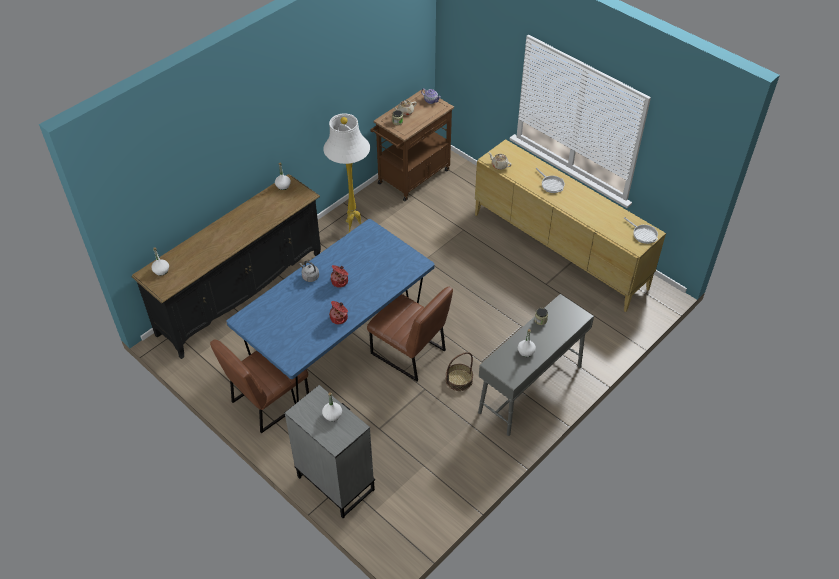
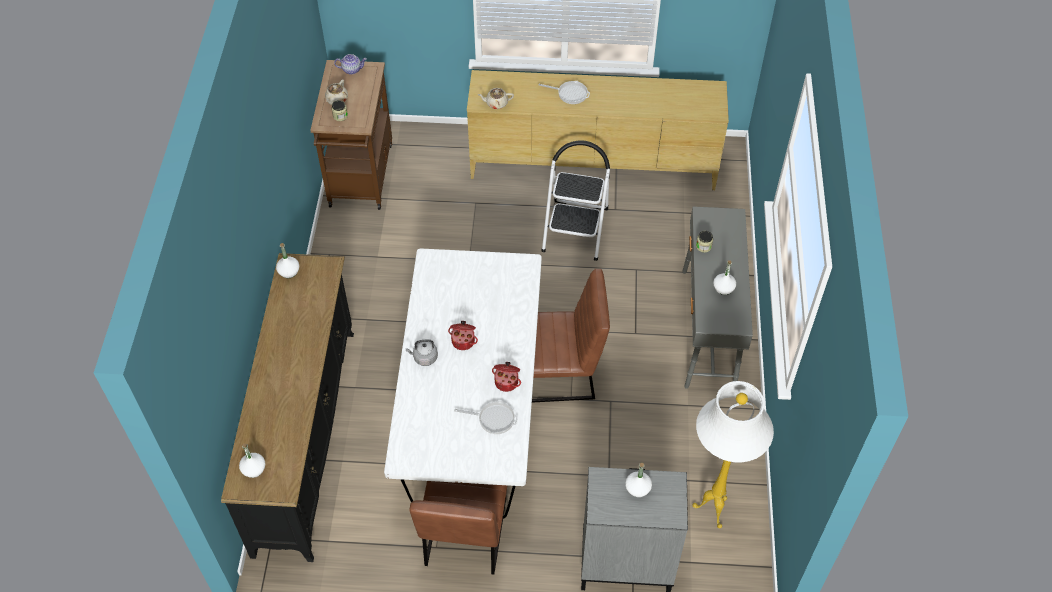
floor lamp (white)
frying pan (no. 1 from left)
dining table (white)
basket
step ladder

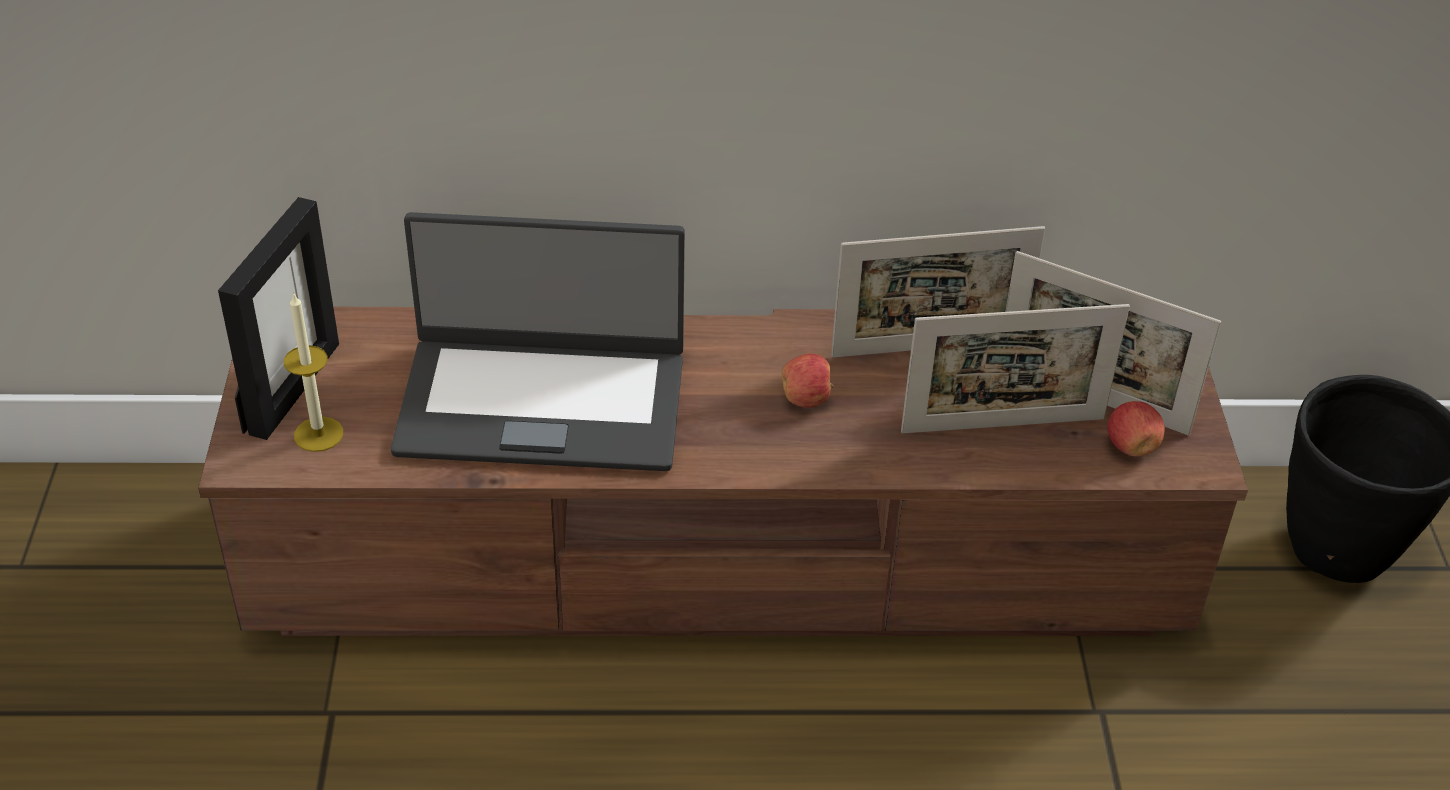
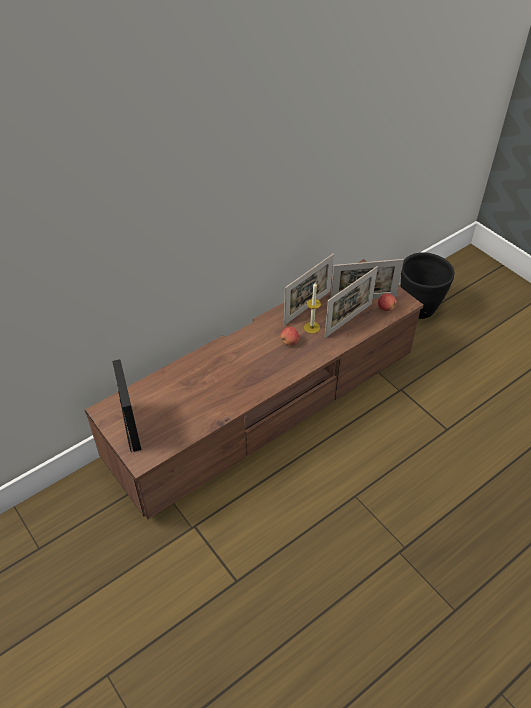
laptop
candle

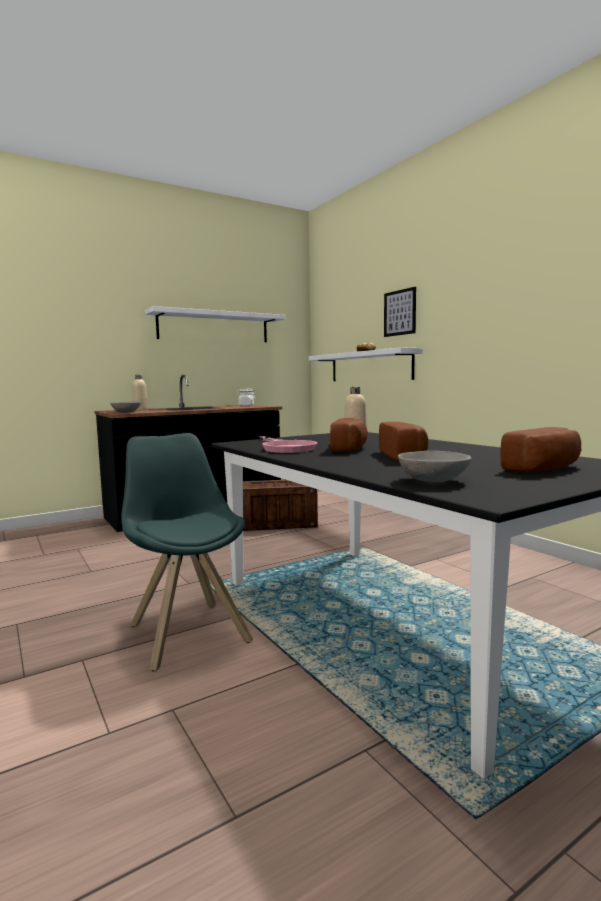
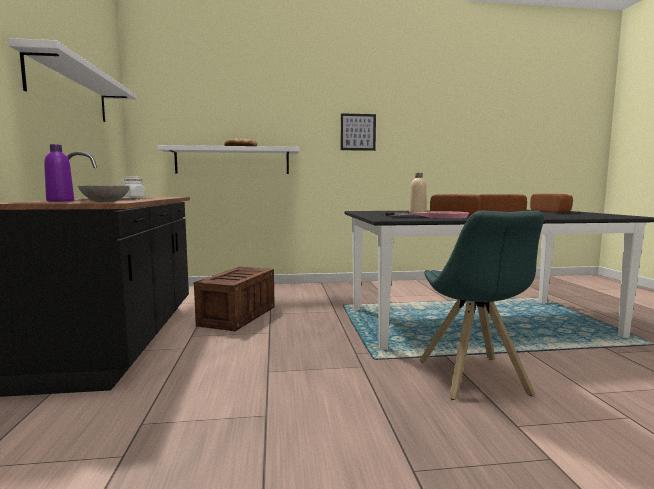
picture
bottle (purple)
chair (turquoise)
bowl (grey) (no. 2 from left in the first image)

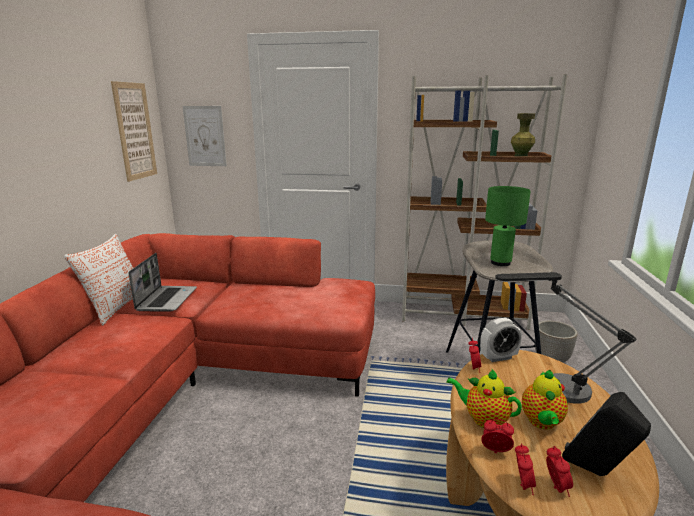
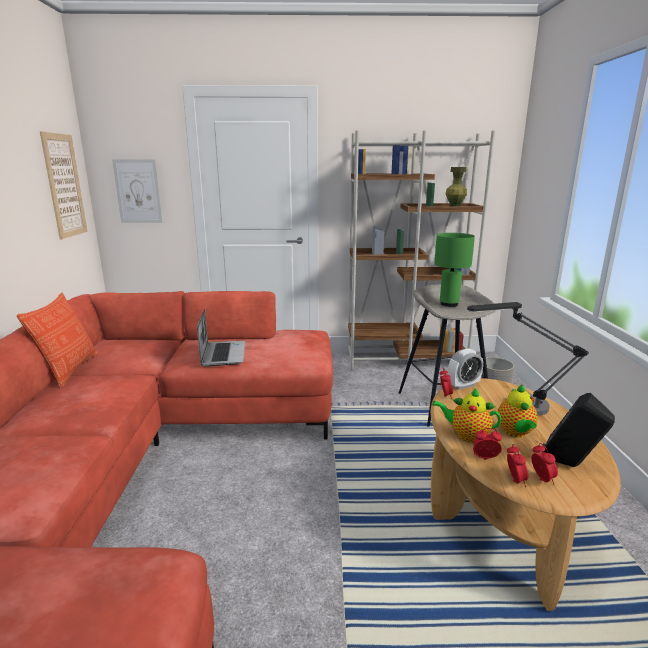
pillow (orange)
laptop

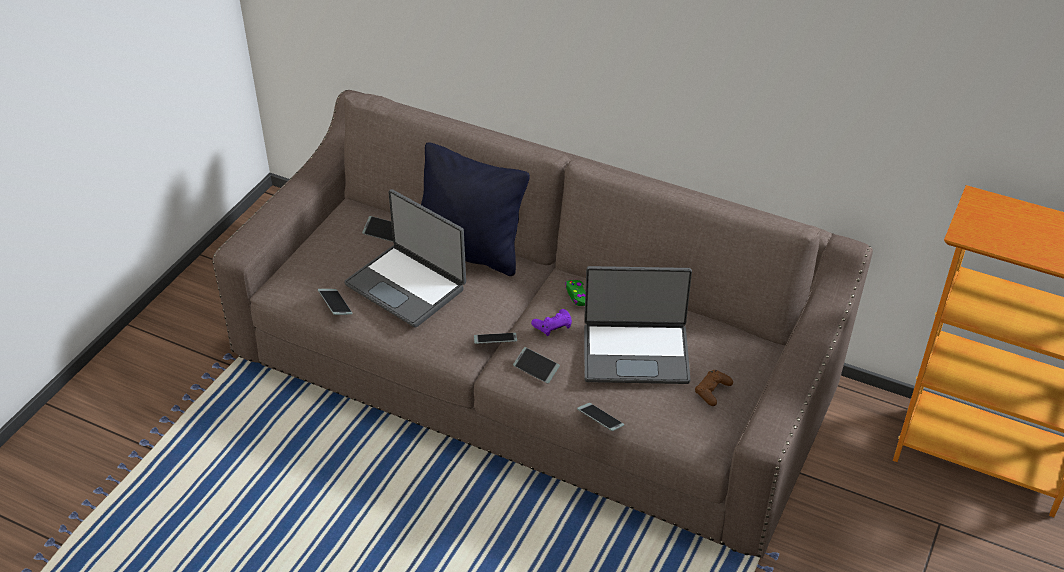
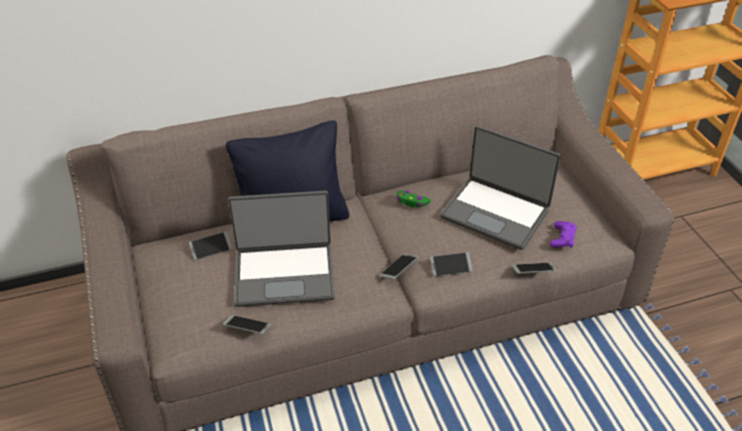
laptop (no. 2 from left)
game controller (purple)
game controller (brown)

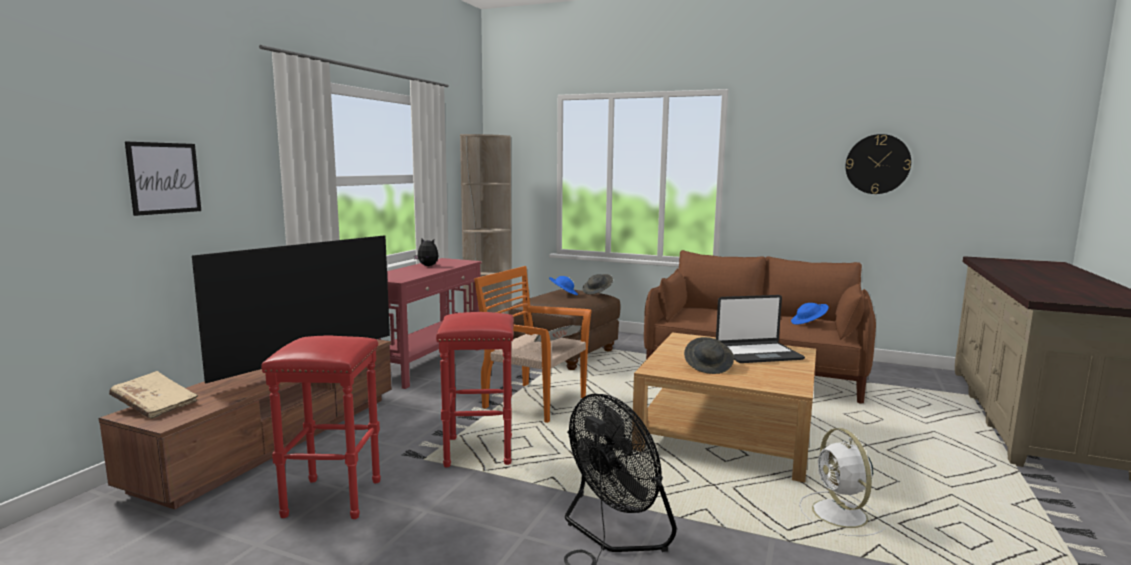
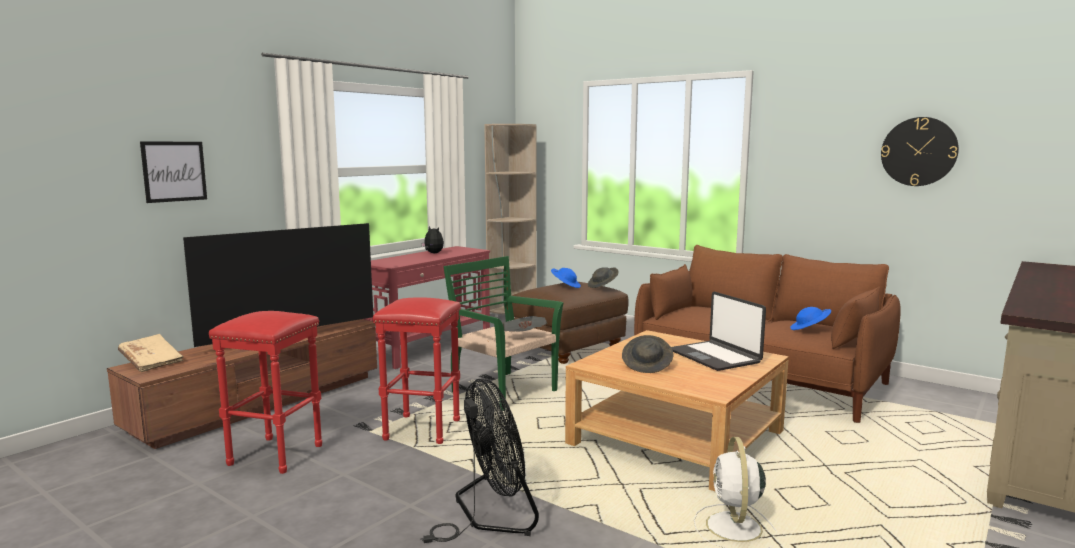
armchair (green)
laptop

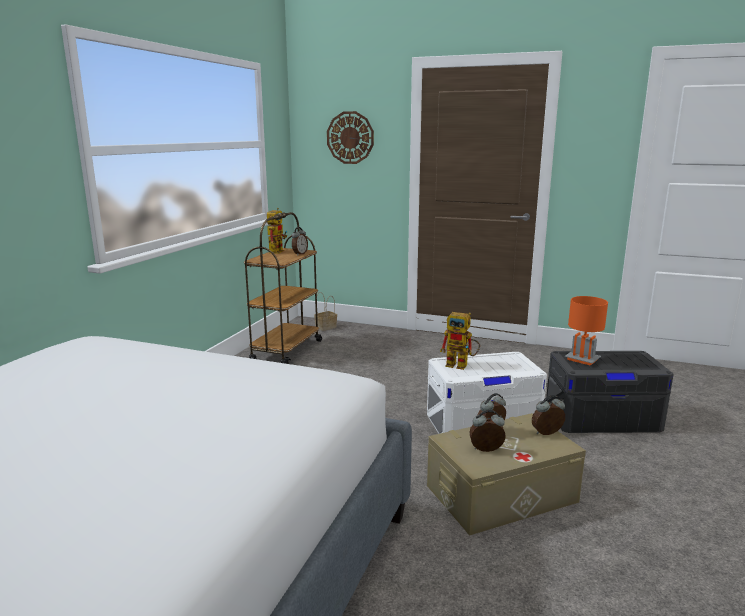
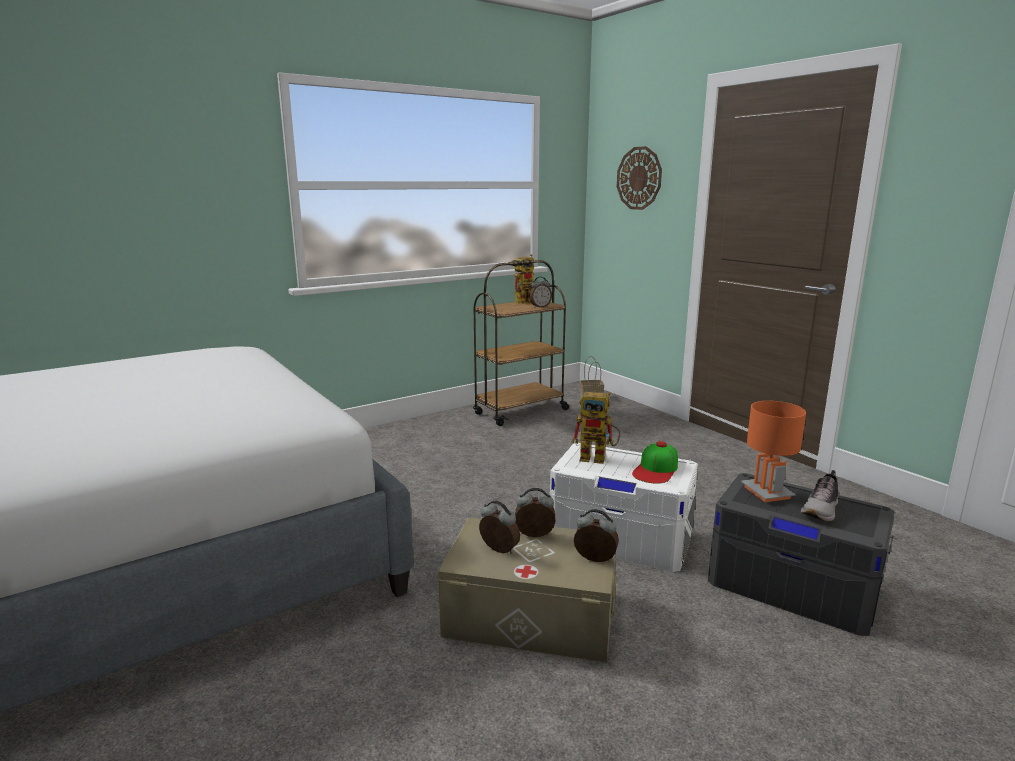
toy robot (no. 2 from left)
cap
shoe

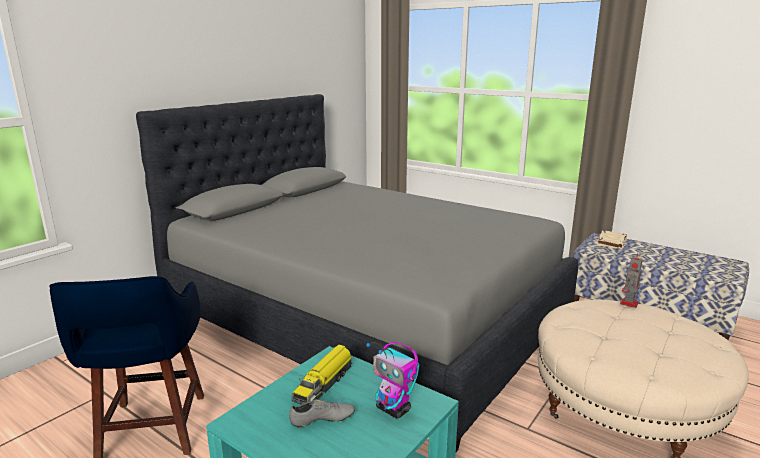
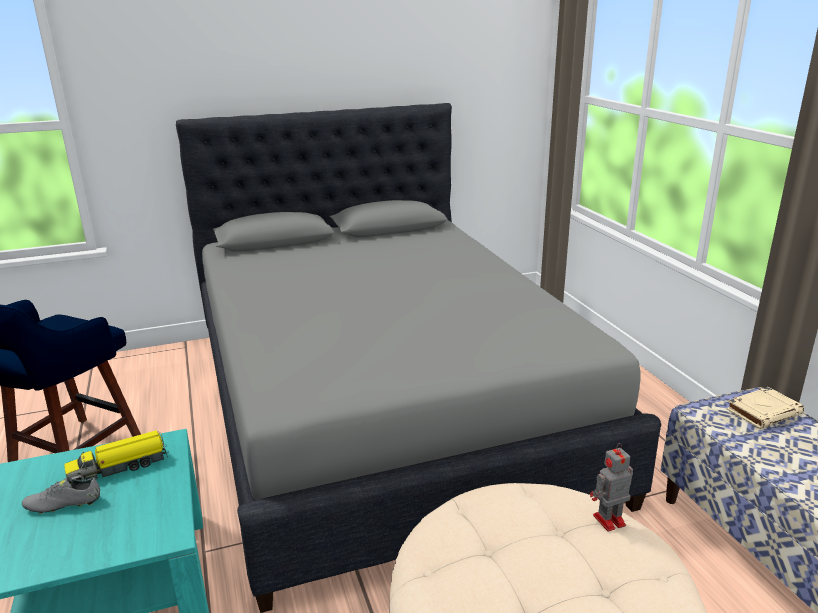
toy robot (no. 1 from left in the first image)
shoe (grey)

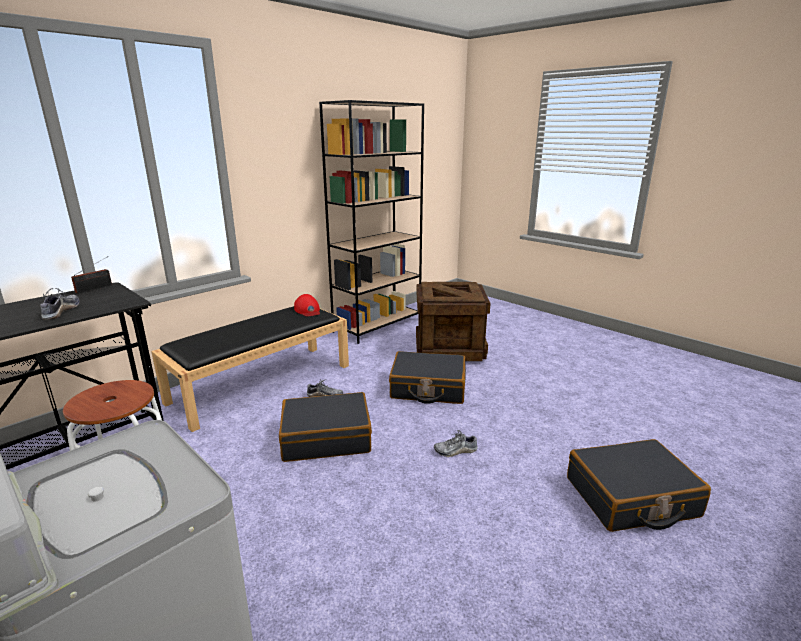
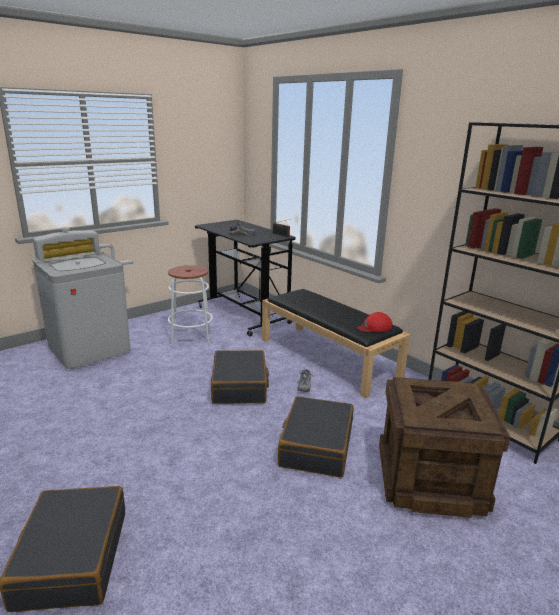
shoe (no. 3 from left in the first image)

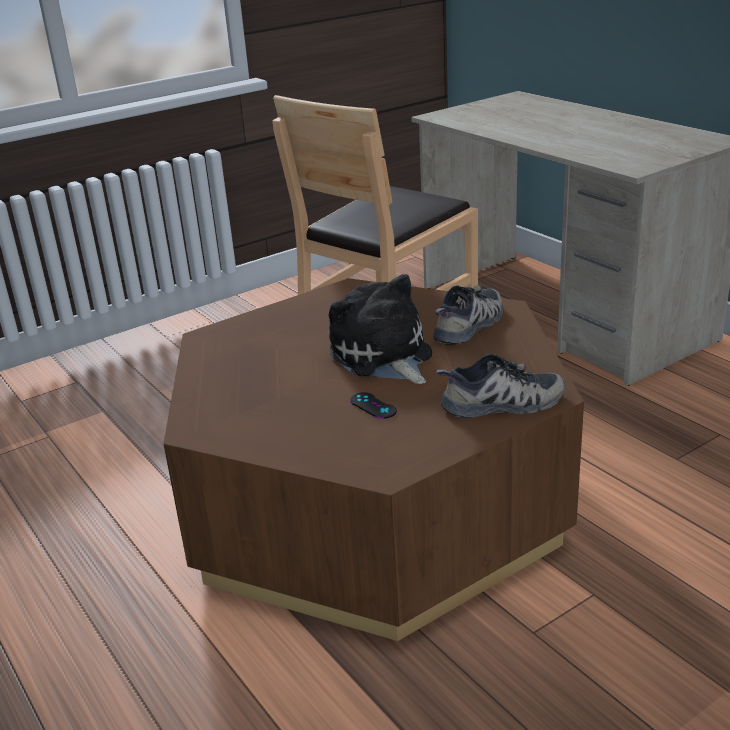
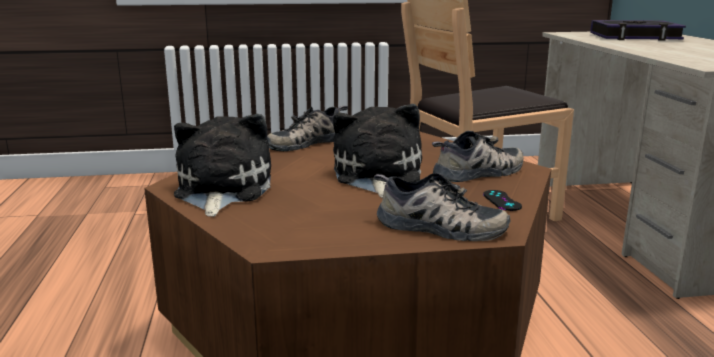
game controller (black)
book
shoe (no. 1 from left)
plush toy (no. 1 from left)

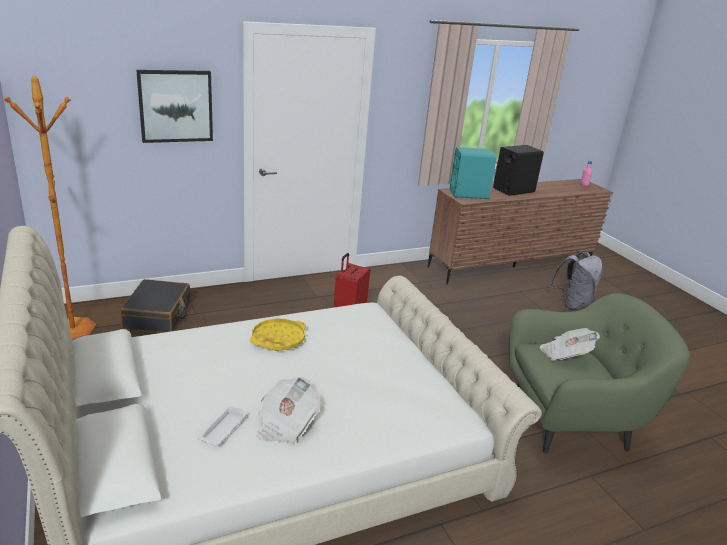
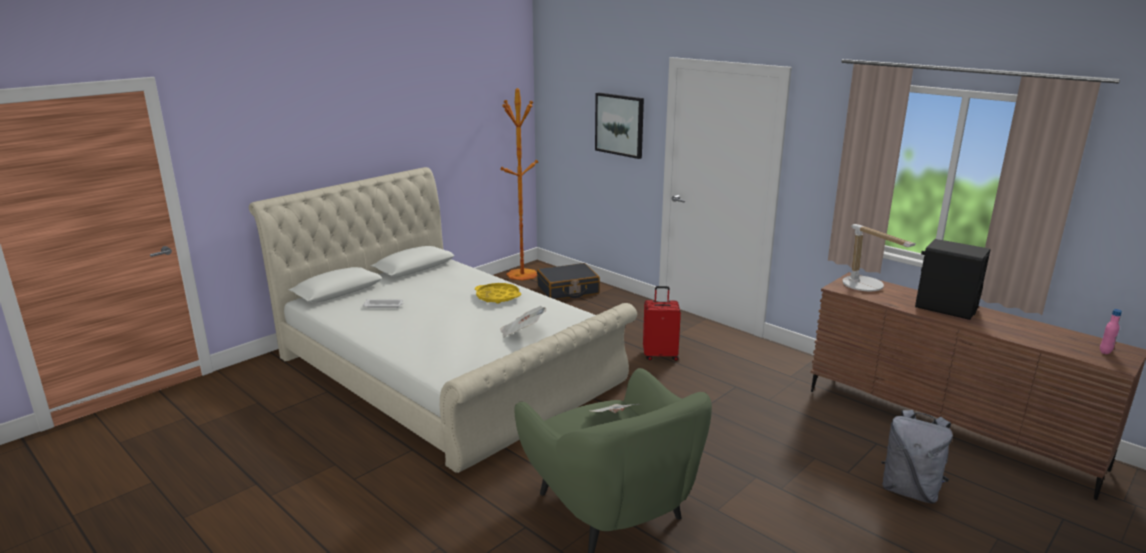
table lamp
newspaper (no. 1 from left)

